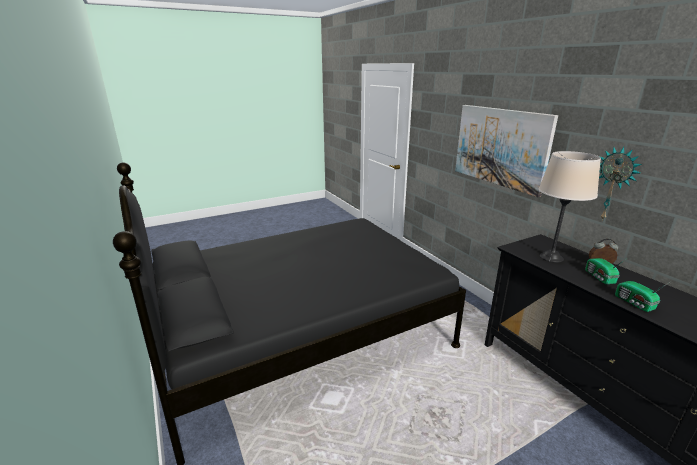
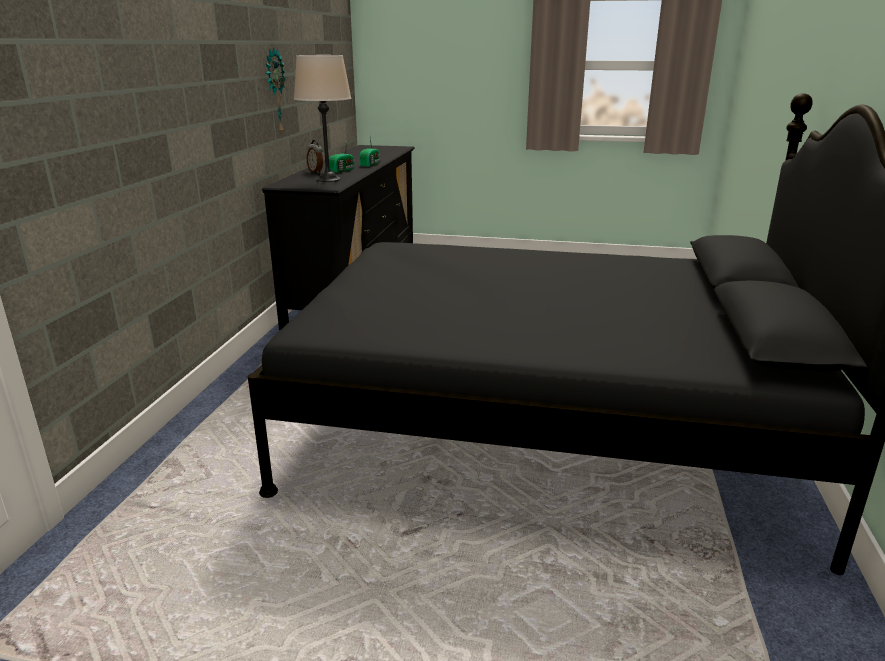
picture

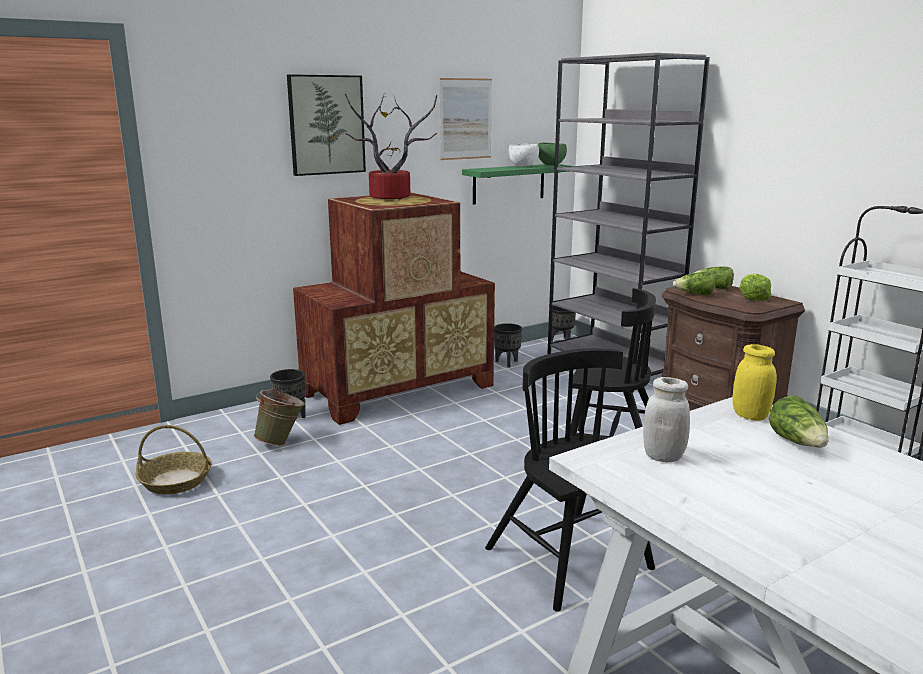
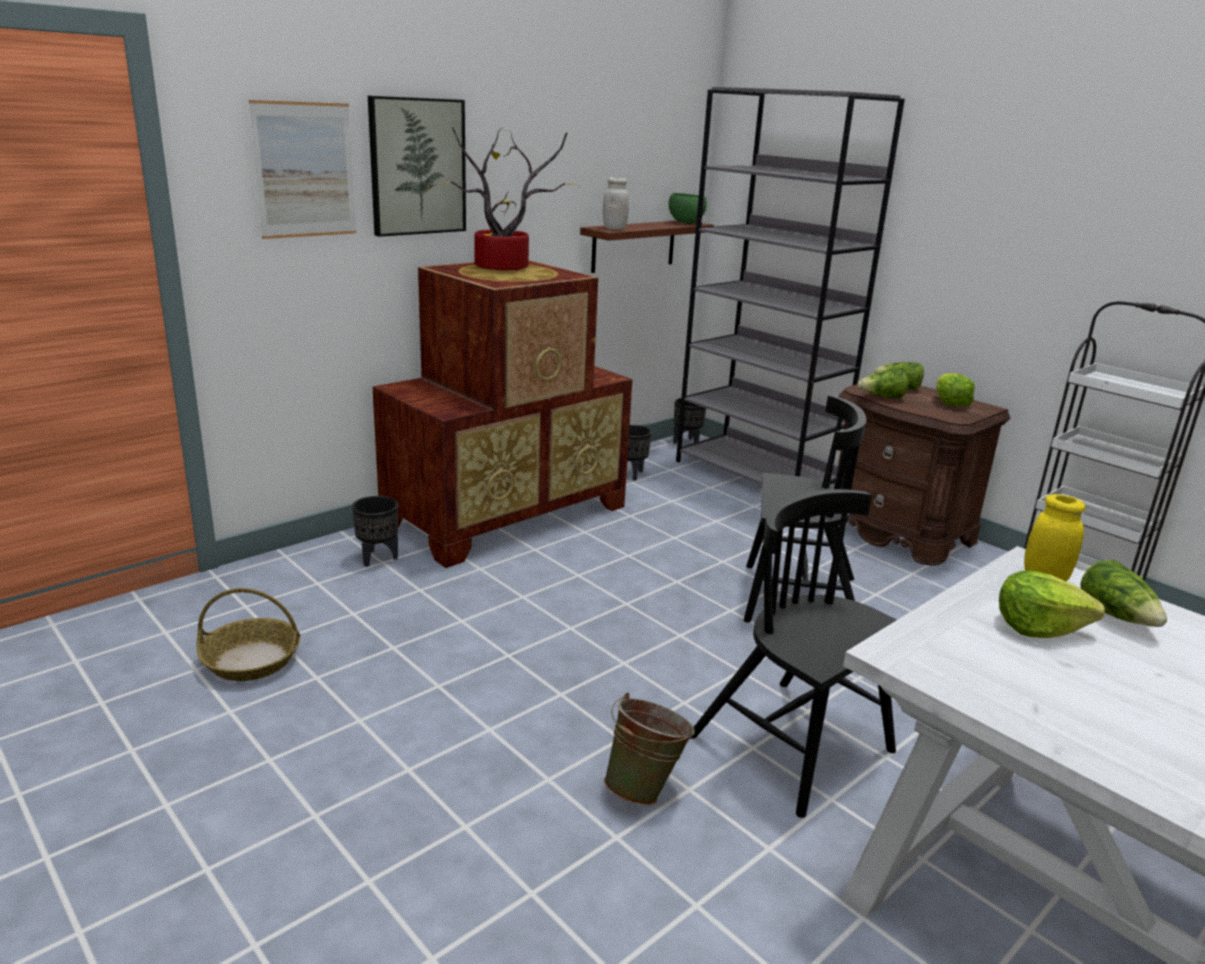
picture (no. 1 from left)
bowl (white)
shelf (brown)
jar (white)
bucket (green)
lettuce (no. 4 from left)

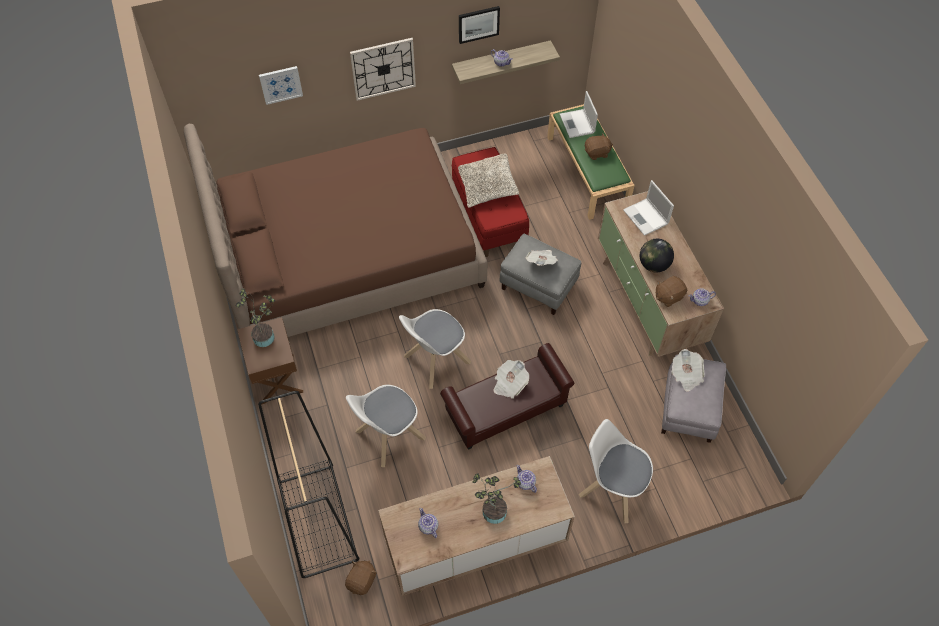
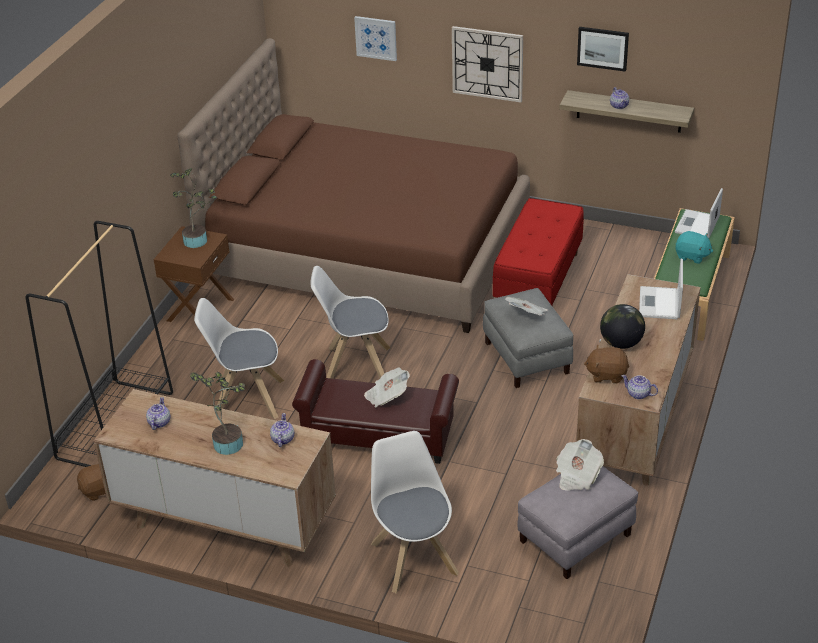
plush toy (turquoise)
pillow (beige)

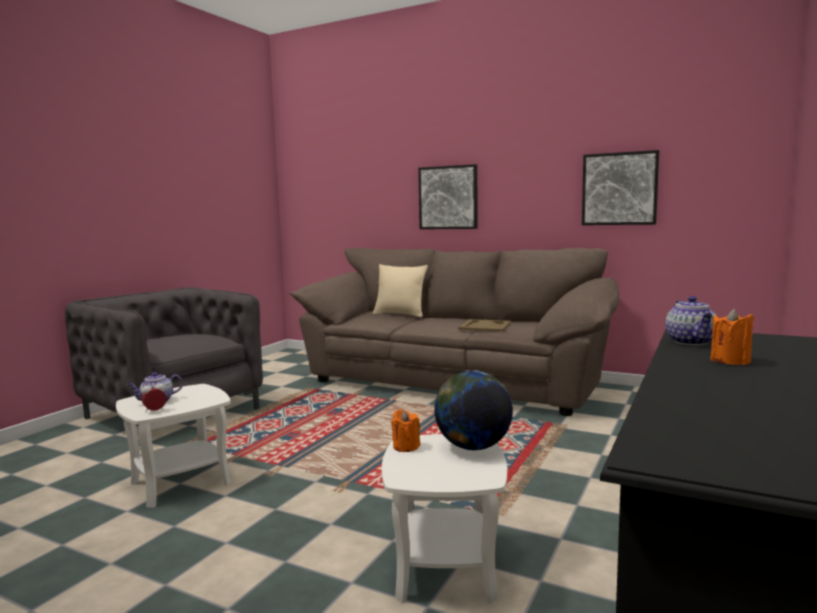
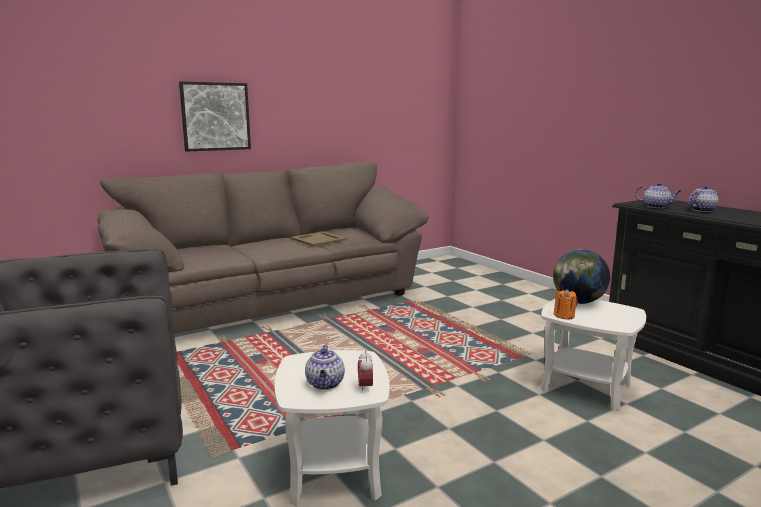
picture (no. 2 from left in the first image)
pillow (beige)
teapot (no. 3 from left)

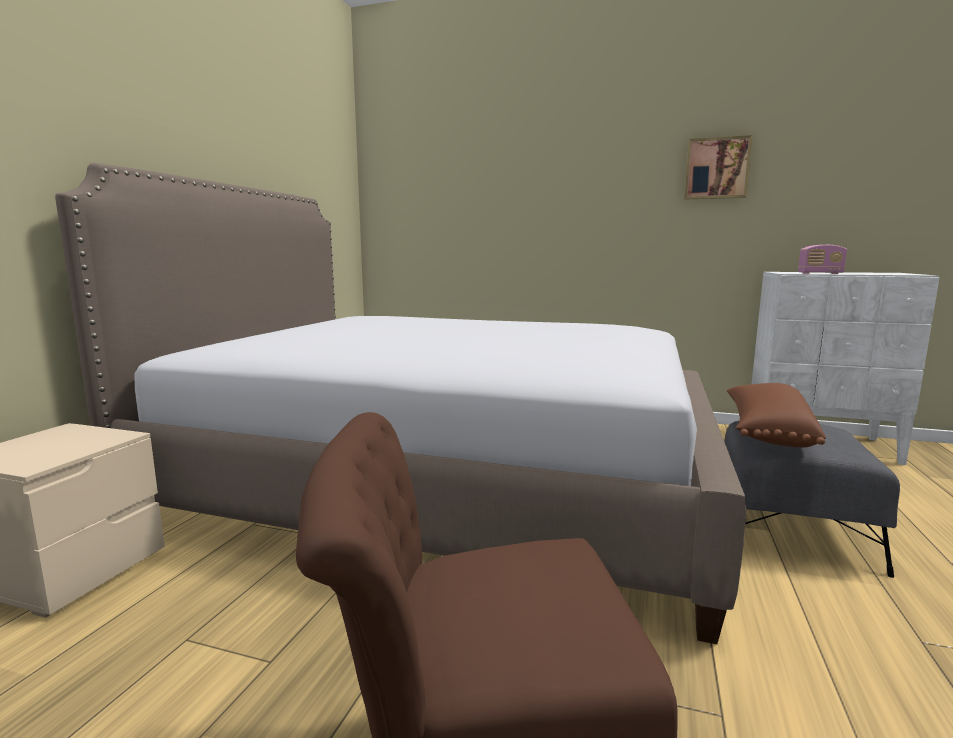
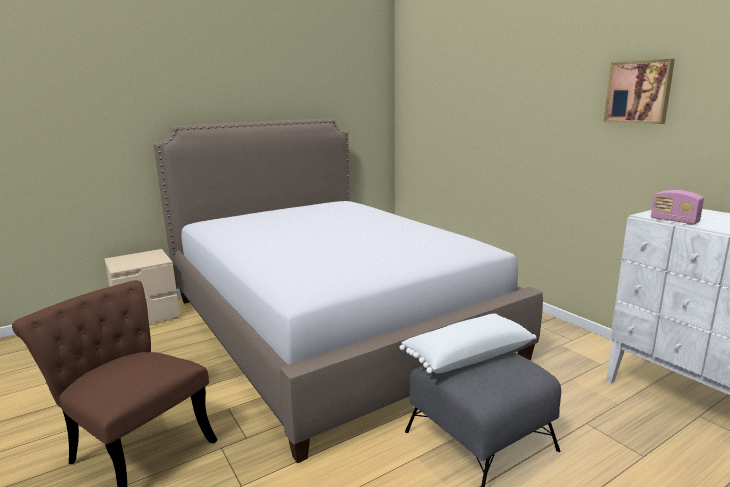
pillow (white)

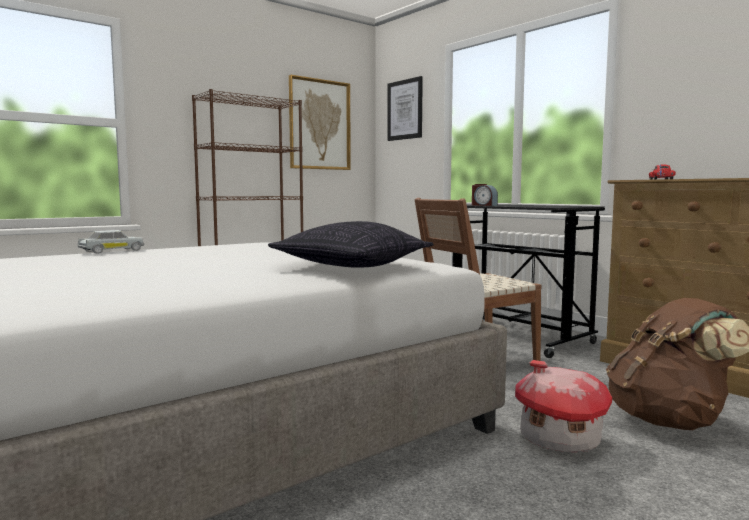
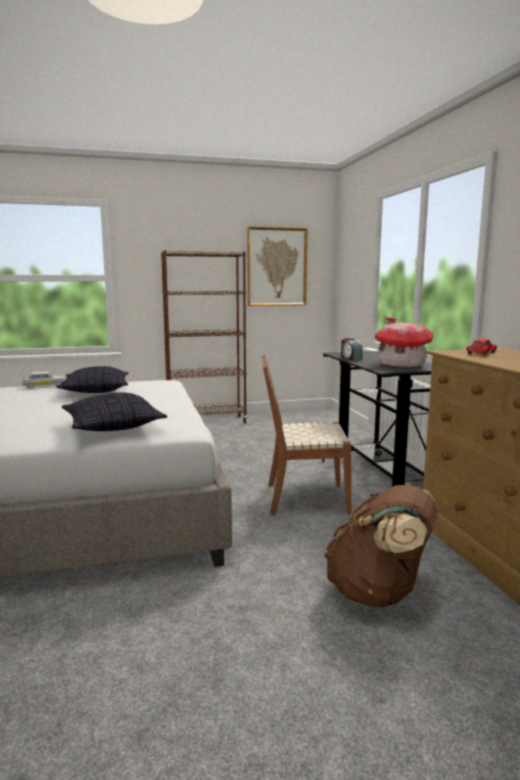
picture (no. 2 from left in the first image)
toy house
pillow (no. 1 from left)

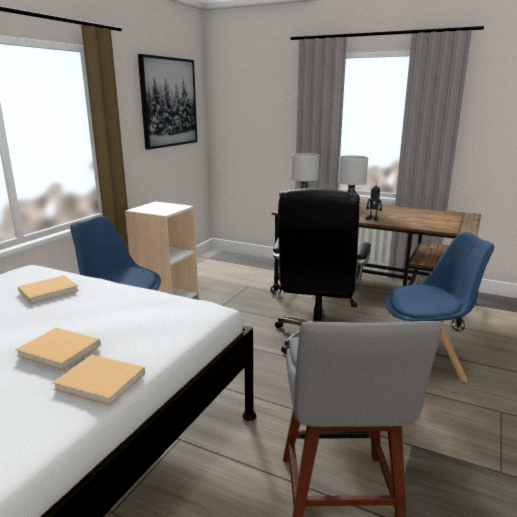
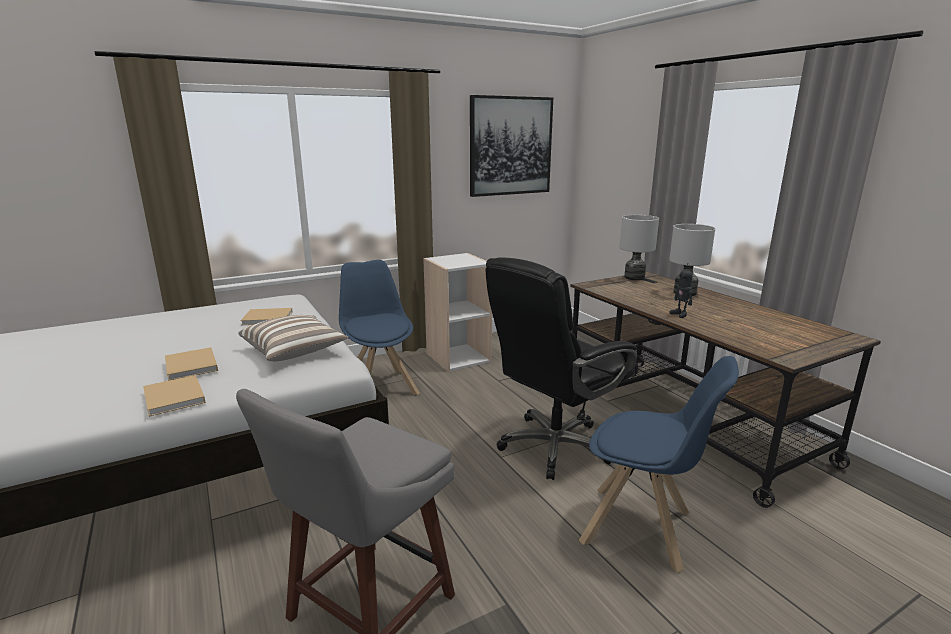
pillow

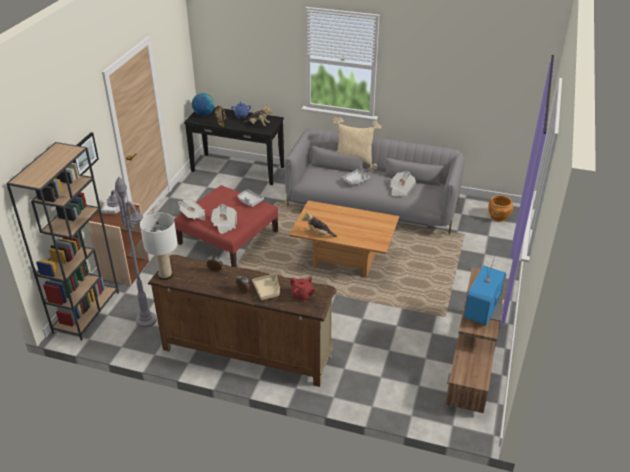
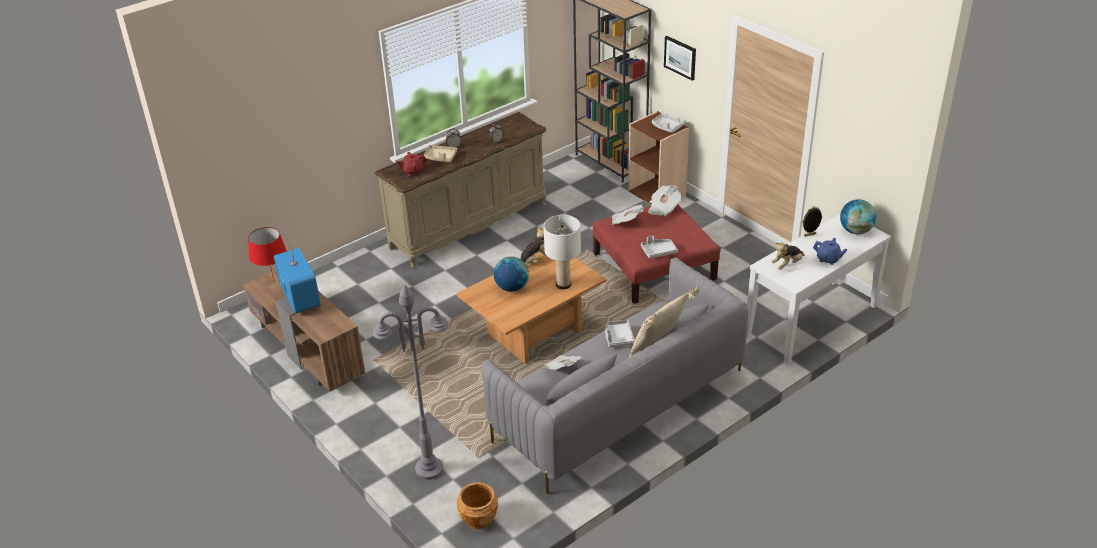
console table (white)
floor lamp (grey)
table lamp (white)
table lamp (red)
globe (no. 1 from left)

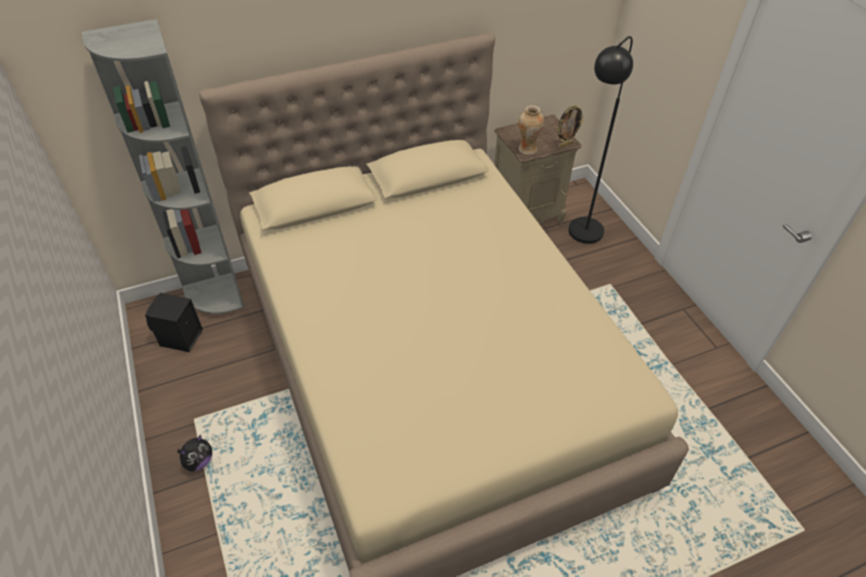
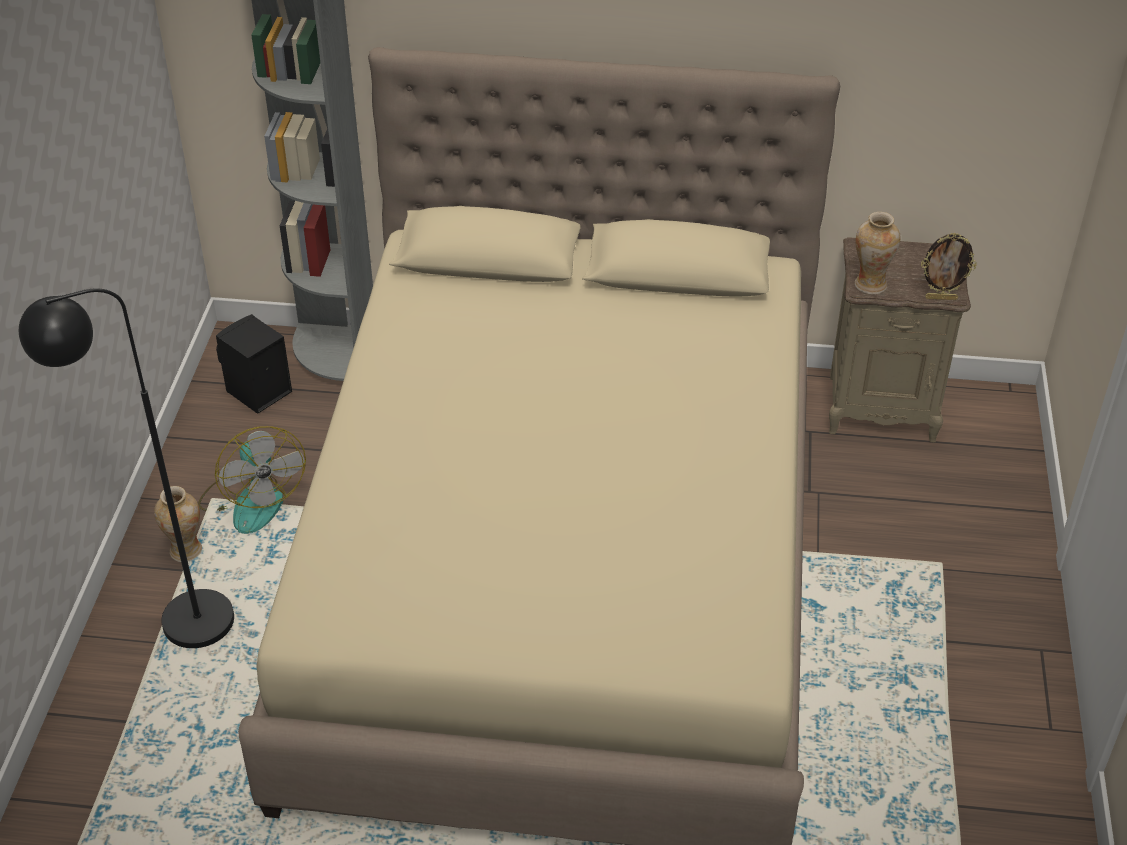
floor lamp (black)
vase (no. 1 from left)
fan

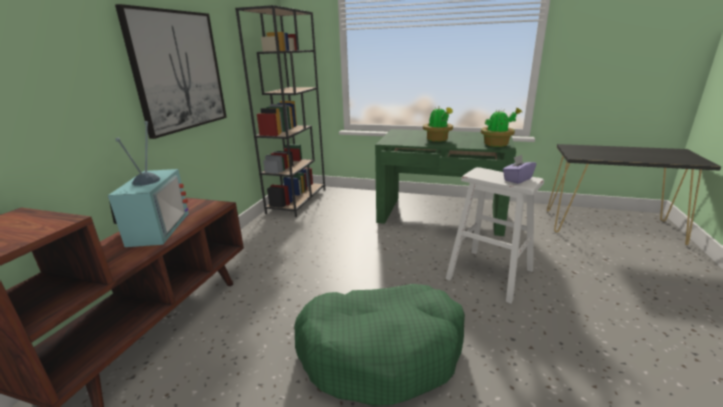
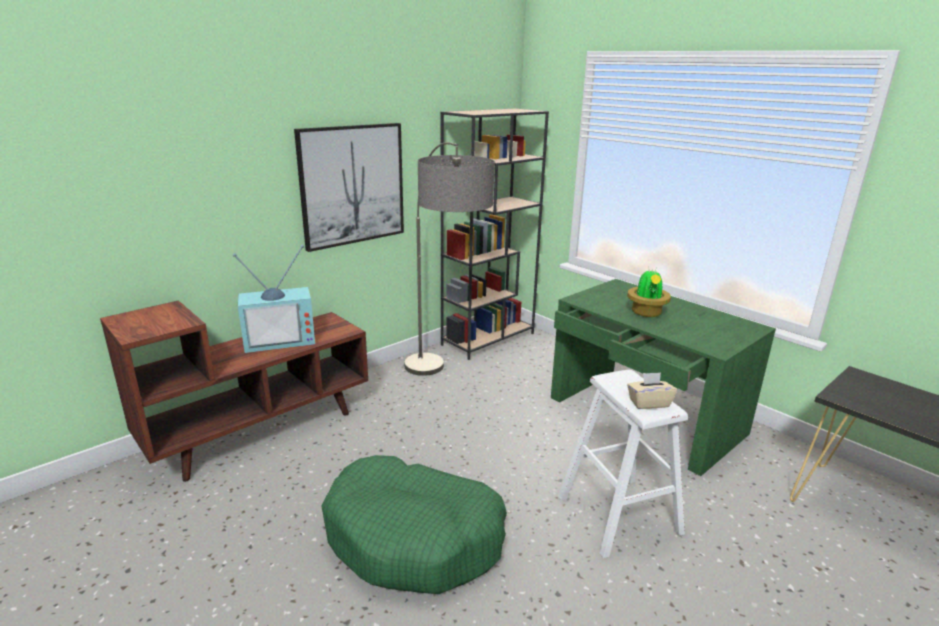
potted plant (no. 2 from left in the first image)
television
tissue box (beige)
floor lamp

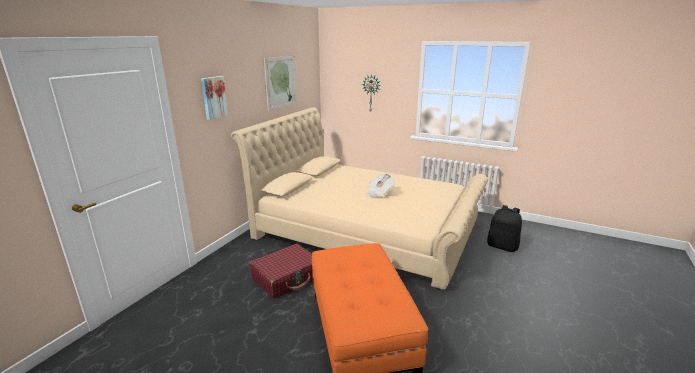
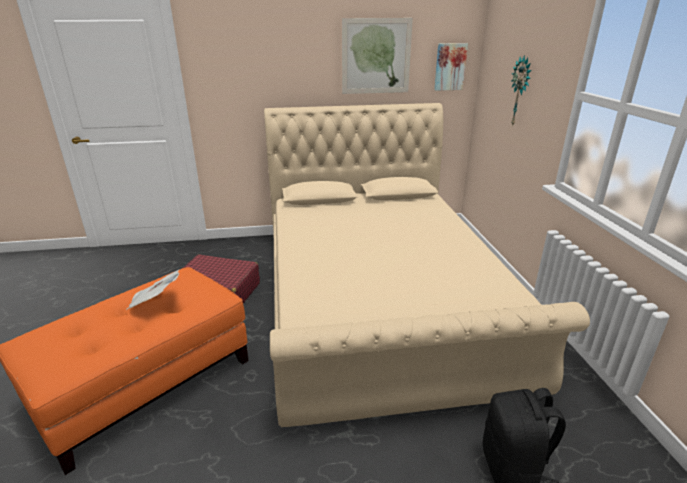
picture (no. 2 from left)
newspaper

